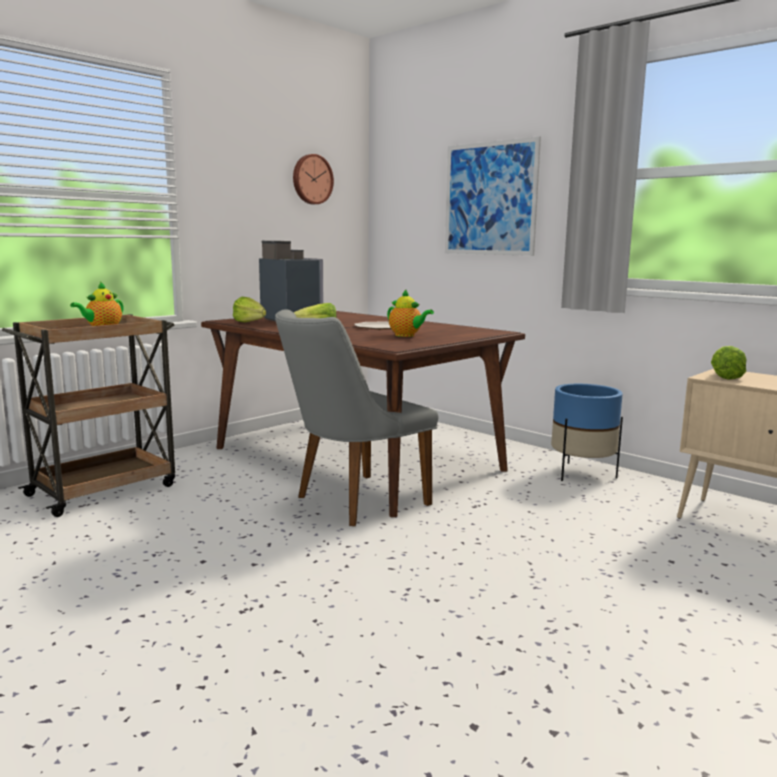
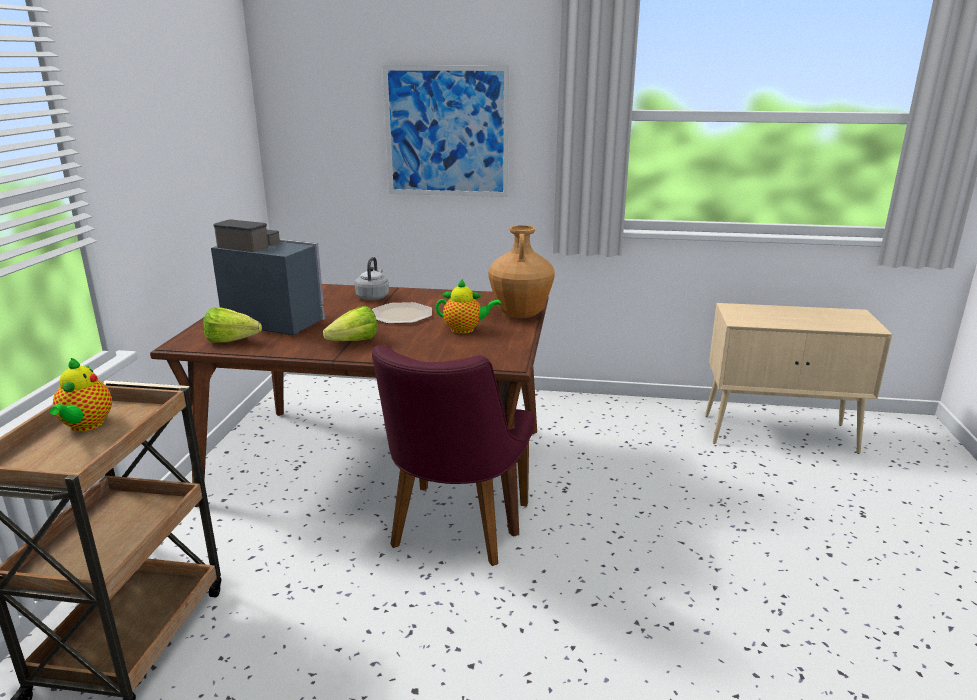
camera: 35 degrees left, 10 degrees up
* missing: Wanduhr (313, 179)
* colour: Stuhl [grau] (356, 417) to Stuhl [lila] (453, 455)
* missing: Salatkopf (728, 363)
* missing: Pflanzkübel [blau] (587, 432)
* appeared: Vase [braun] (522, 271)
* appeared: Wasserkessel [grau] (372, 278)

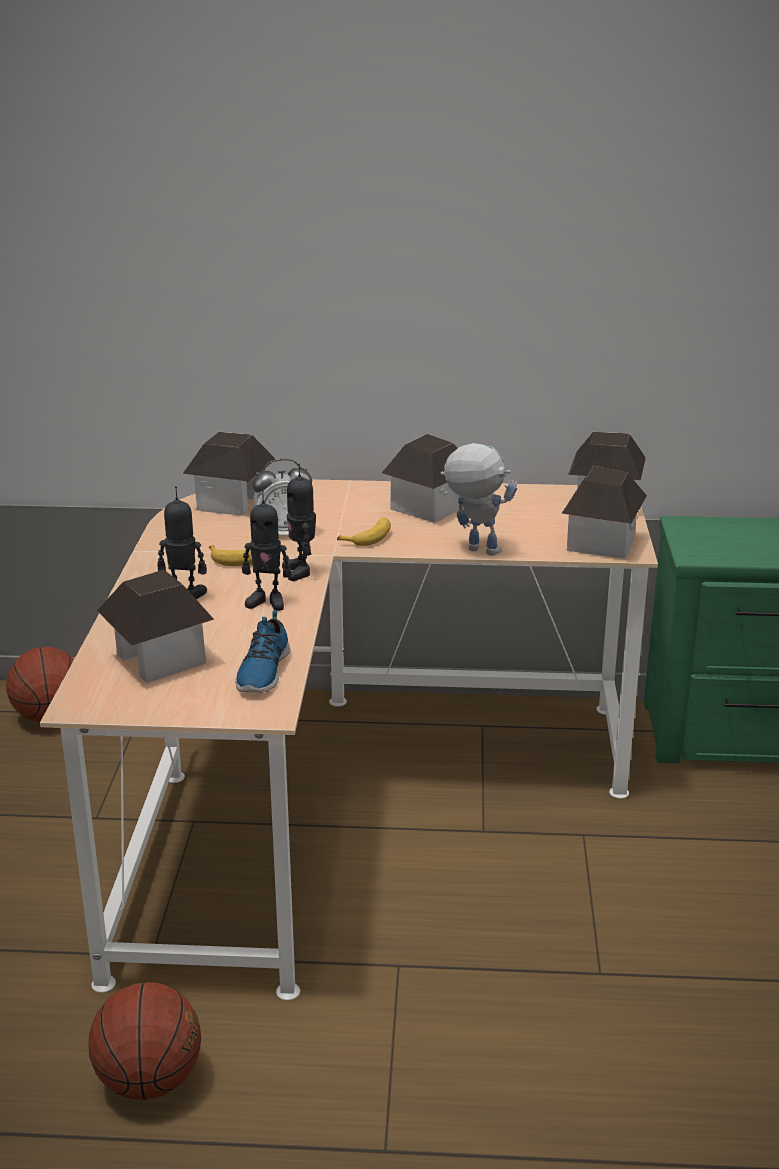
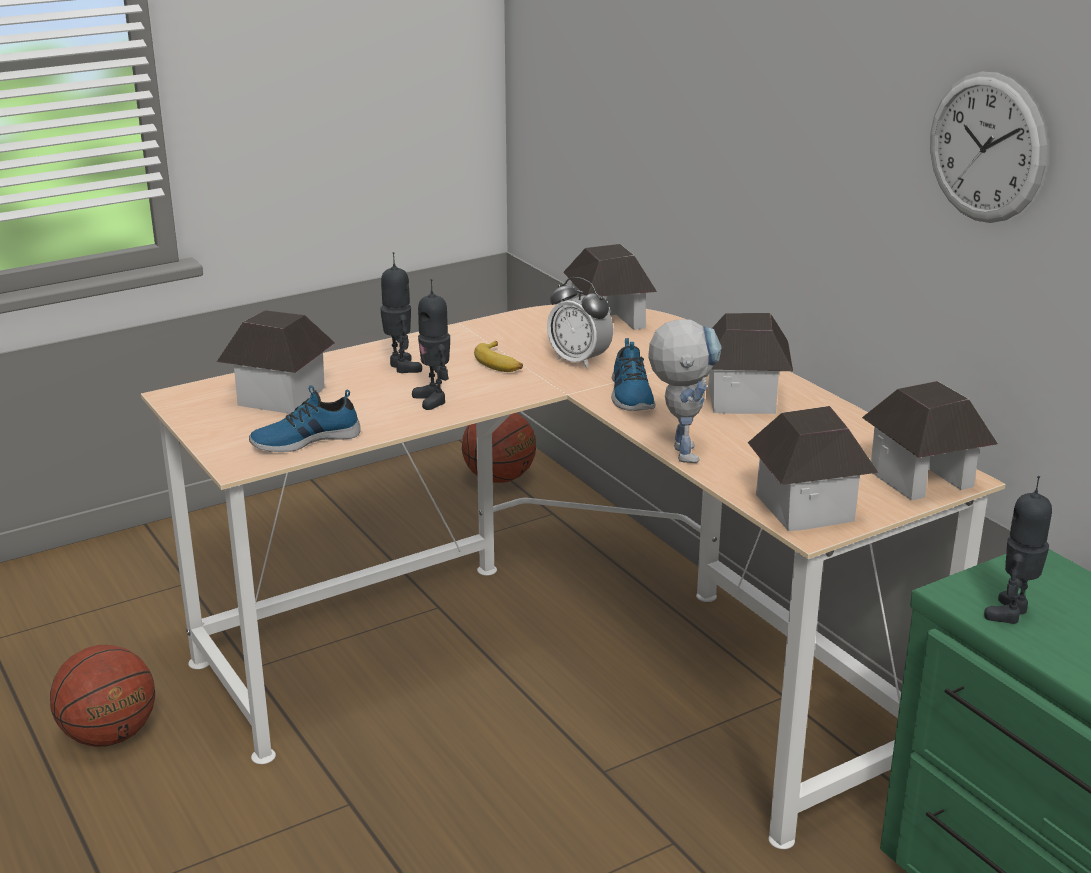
camera: 55 degrees right, 0 degrees up
* relocated: Spielzeugroboter (299, 522) to (1018, 550)
* exchanged: Banane (364, 531) to Schuh (633, 374)
* appeared: Wanduhr (988, 147)

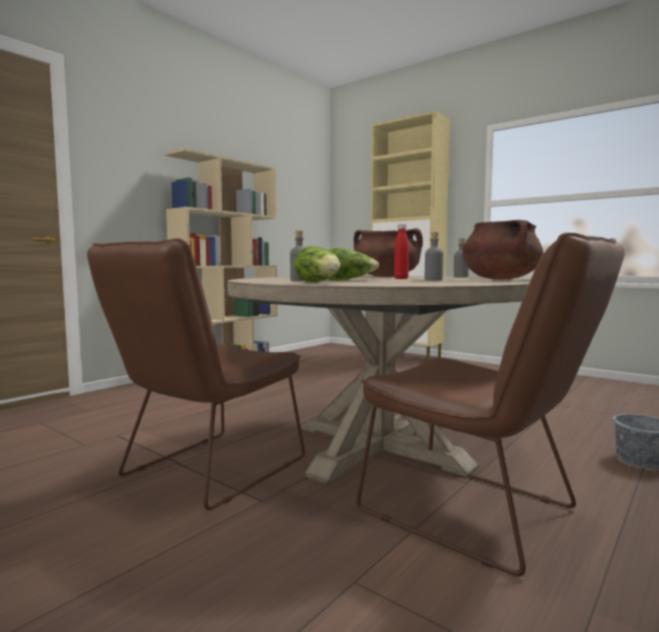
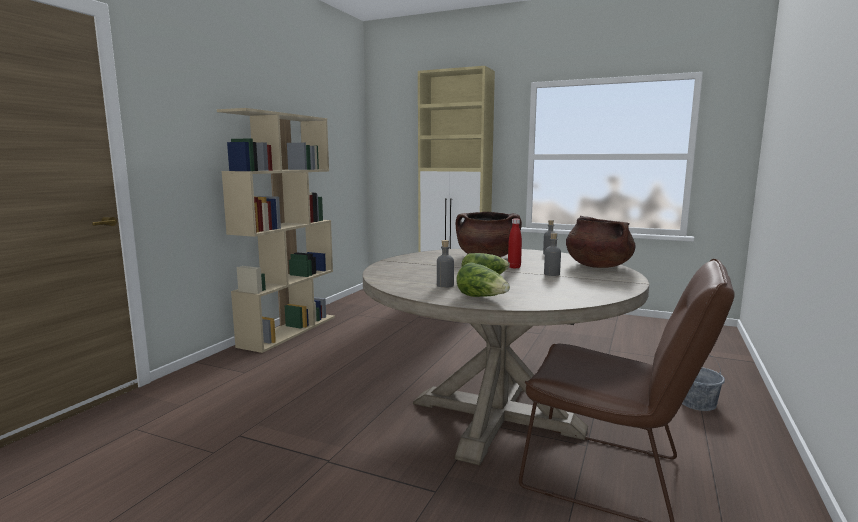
camera: 15 degrees left, 5 degrees up
* missing: Stuhl [braun] (196, 374)

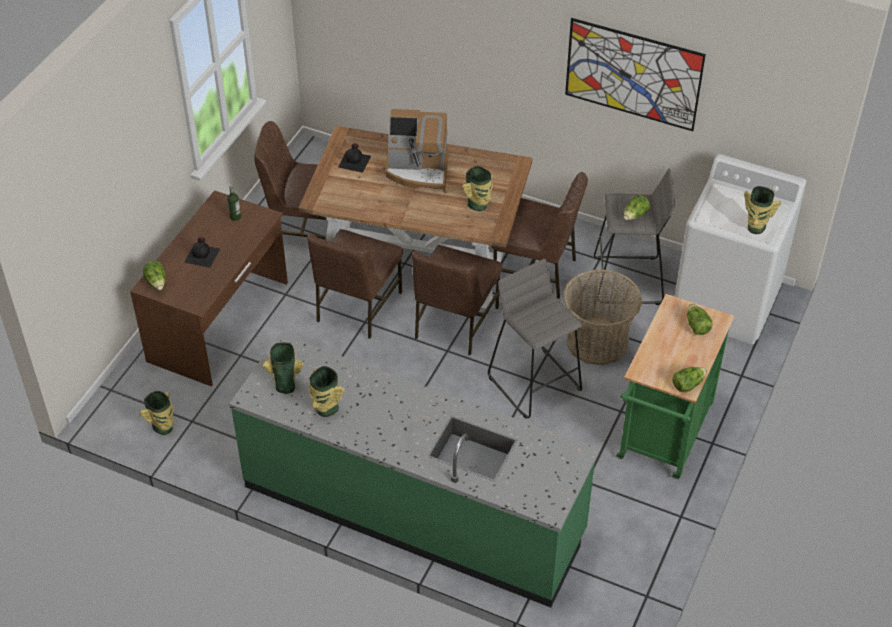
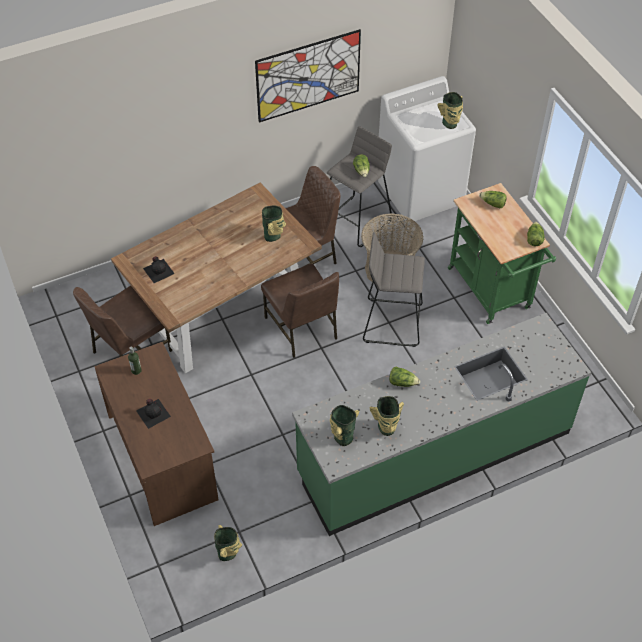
camera: 50 degrees left, 5 degrees up
* missing: Kaffeemaschine (417, 150)
* missing: Stuhl [braun] (355, 284)
* relocated: Salatkopf (154, 275) to (404, 377)

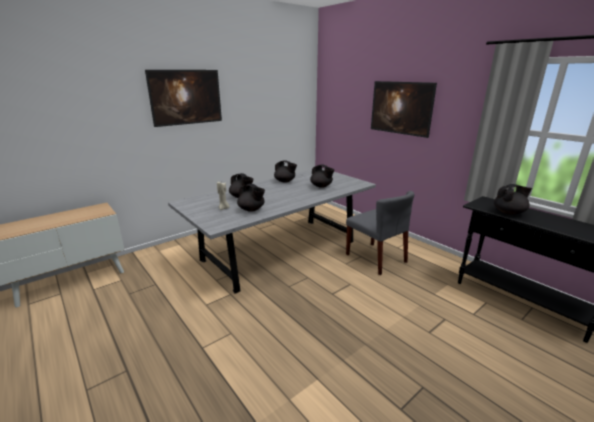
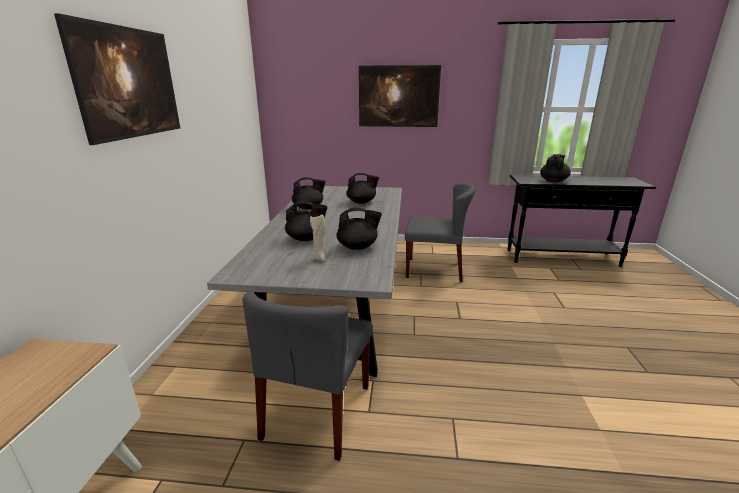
camera: 45 degrees left, 0 degrees up
* appeared: Stuhl [grau] (308, 376)

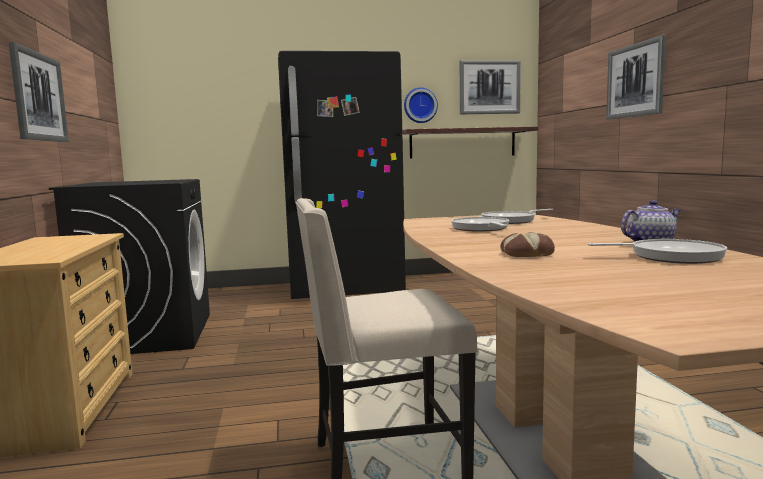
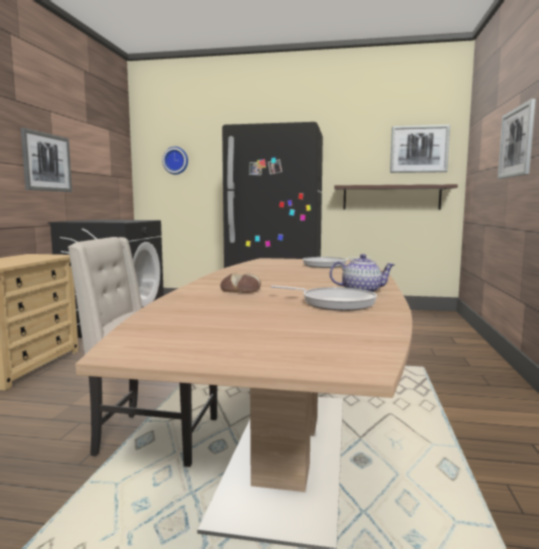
camera: 20 degrees right, 0 degrees up
* relocated: Wanduhr (421, 105) to (175, 161)
* missing: Pfanne (480, 224)

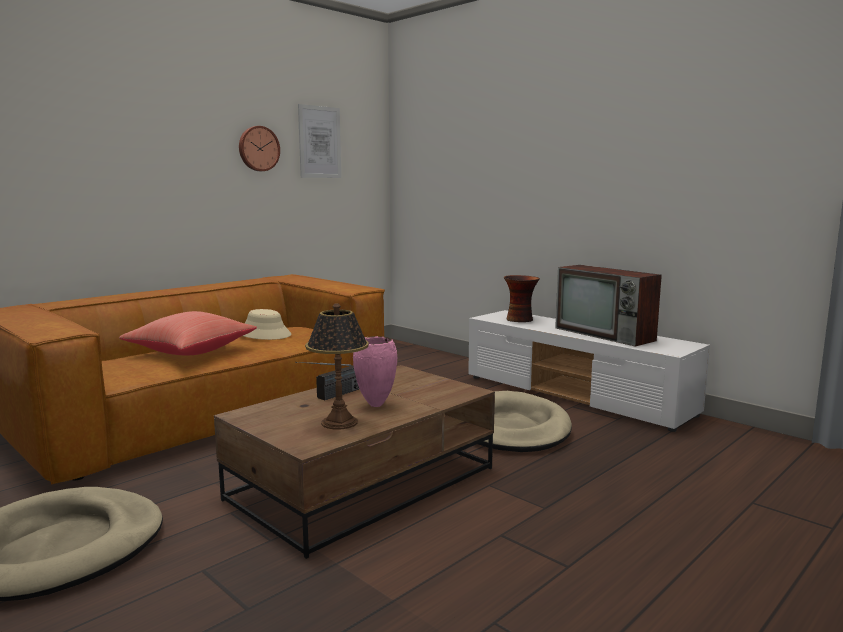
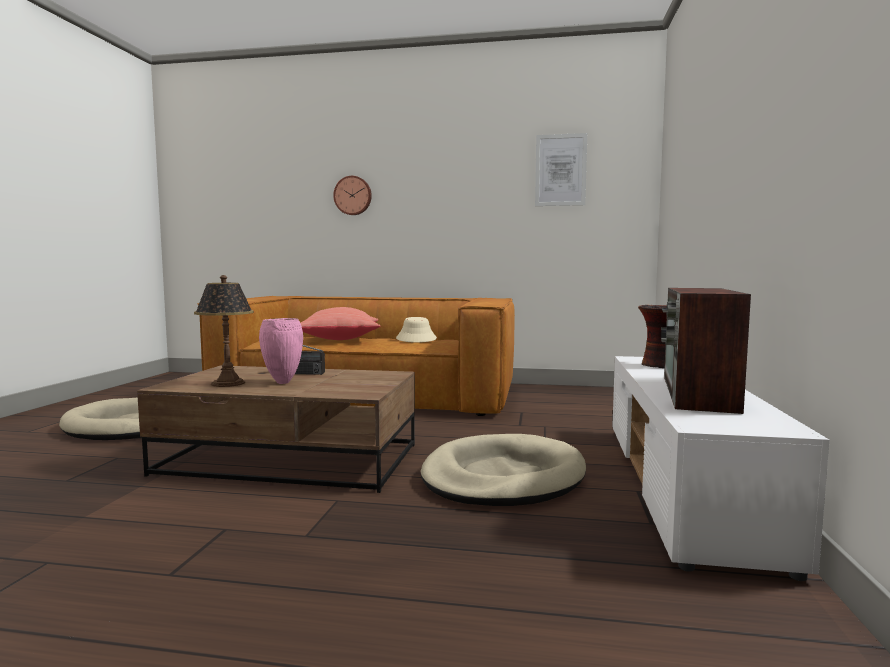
camera: 55 degrees right, 5 degrees down
* relocated: Wanduhr (259, 148) to (352, 195)

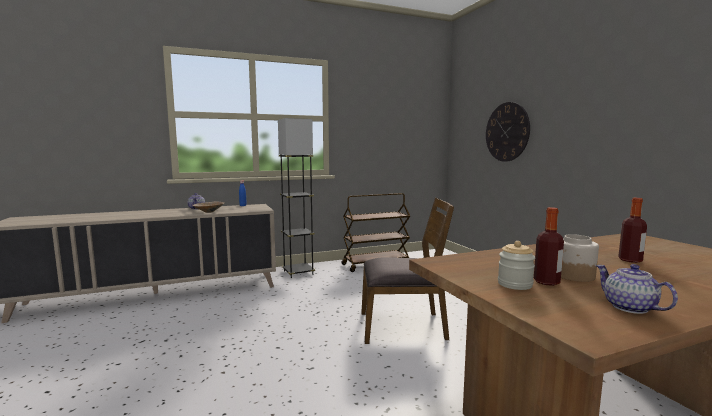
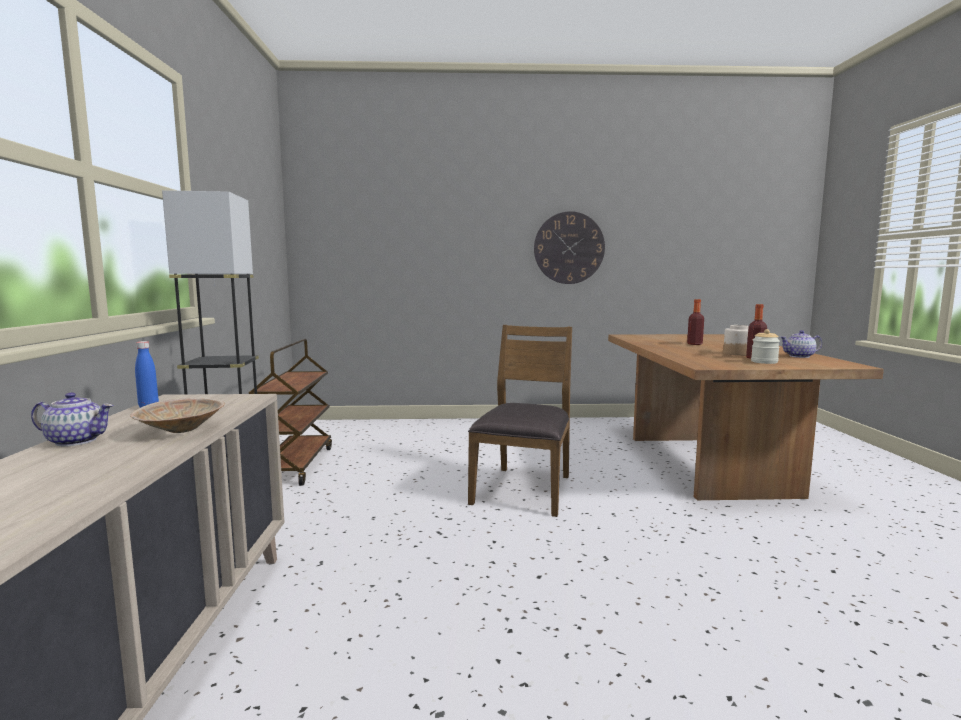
camera: 70 degrees left, 0 degrees up
* relocated: Wanduhr (508, 132) to (569, 247)

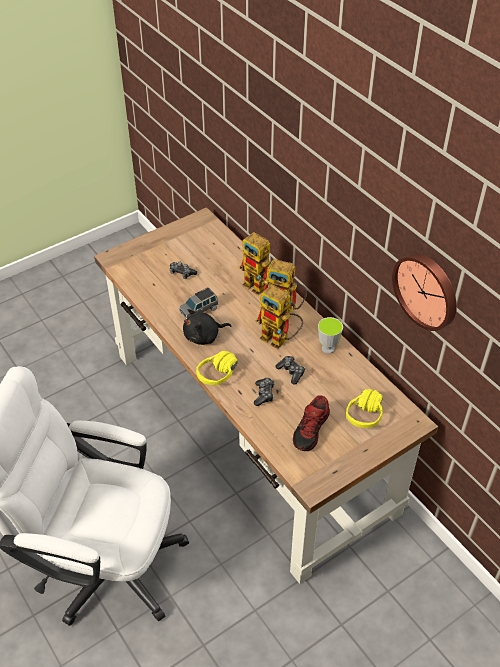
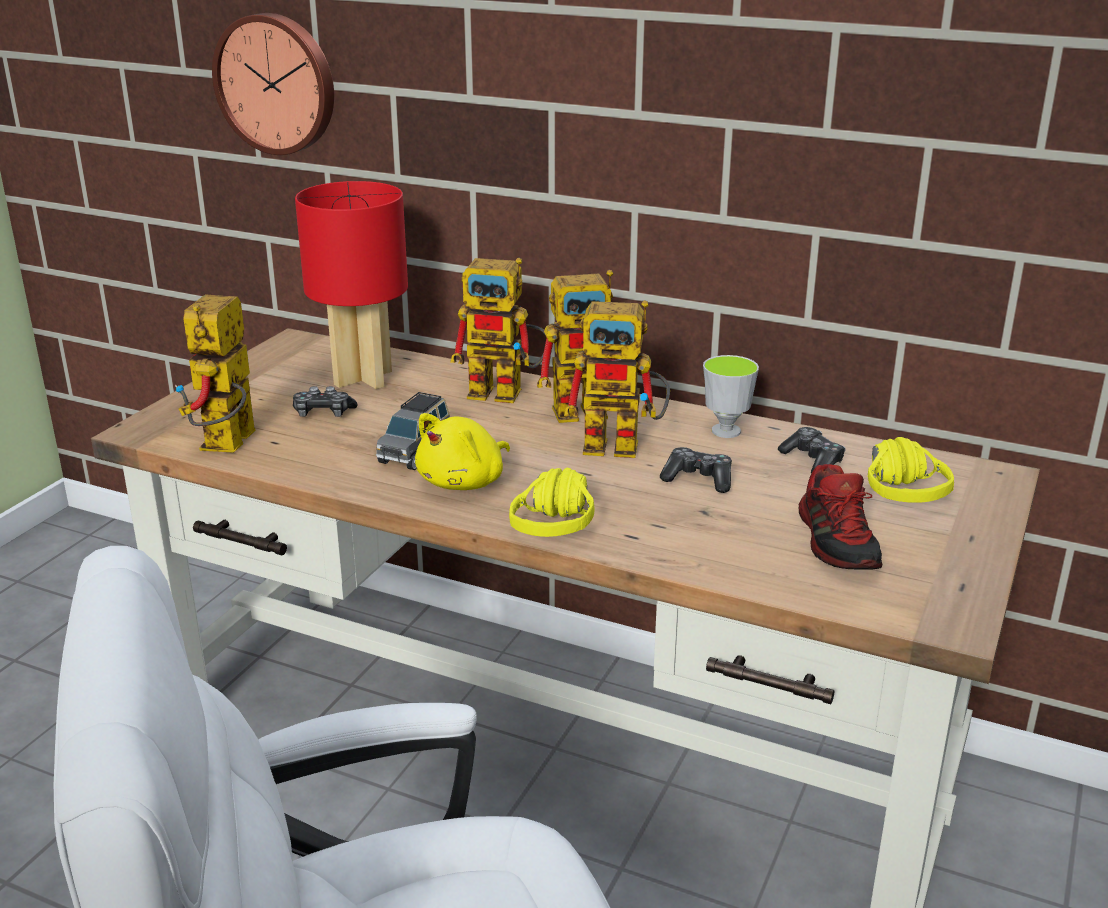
camera: 30 degrees left, 20 degrees down
* relocated: Wanduhr (424, 292) to (273, 84)
* colour: Plüschtier [schwarz] (207, 327) to Plüschtier [gelb] (462, 451)
* relocated: Gamepad (264, 392) to (812, 450)
* appeared: Tischlampe [rot] (351, 285)
* appeared: Spielzeugroboter (215, 373)

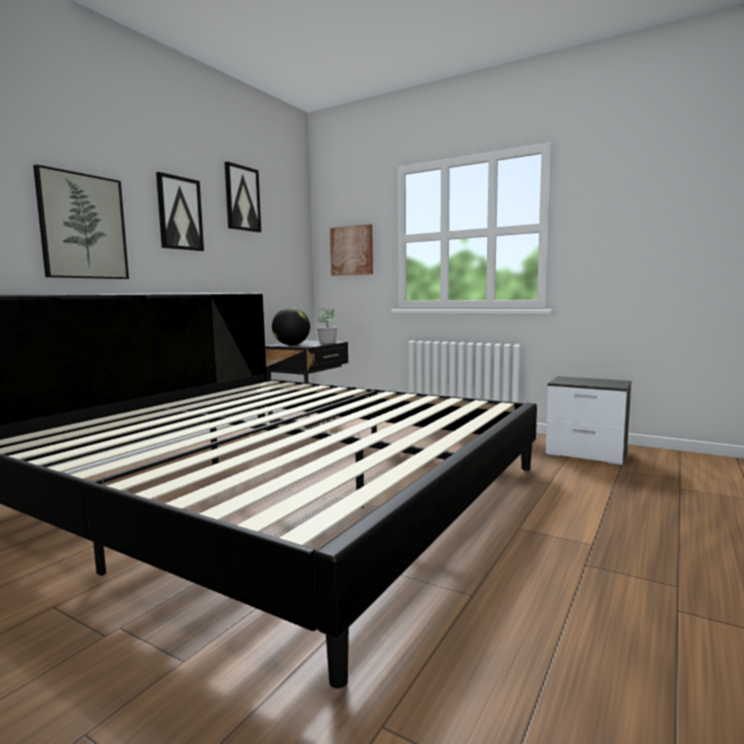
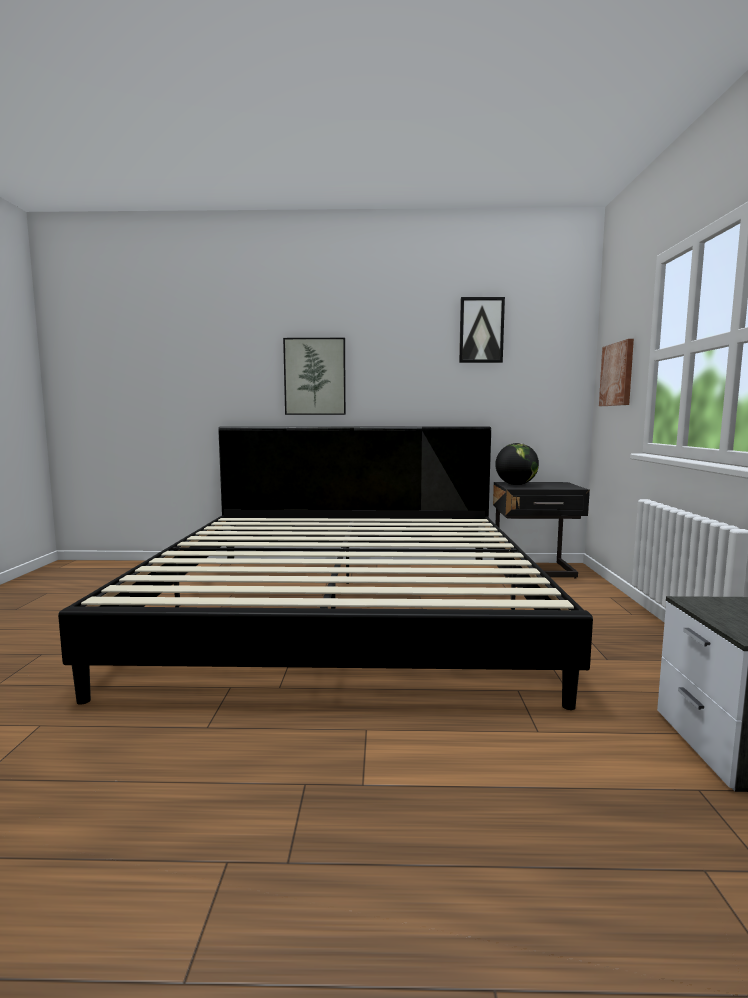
camera: 60 degrees right, 0 degrees up
* missing: Bild (180, 211)
* missing: Topfpflanze (327, 325)

